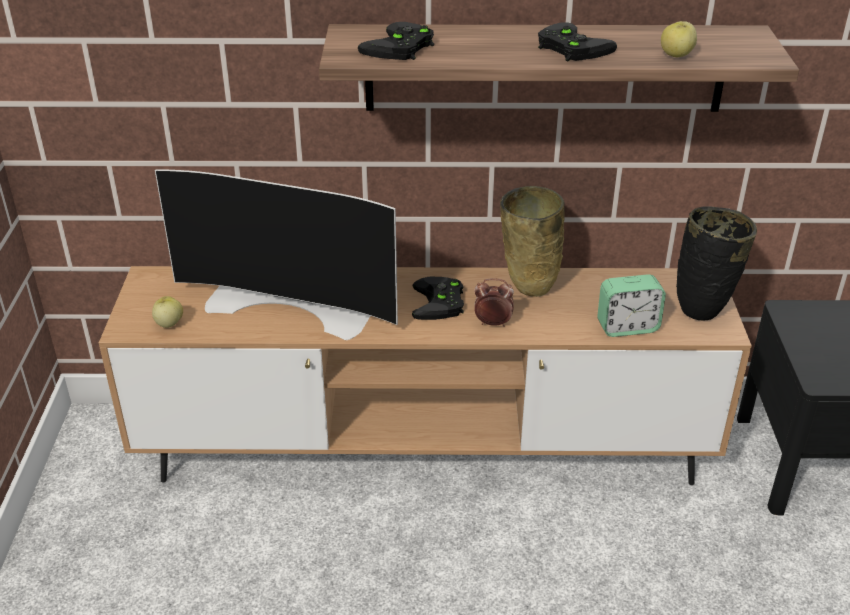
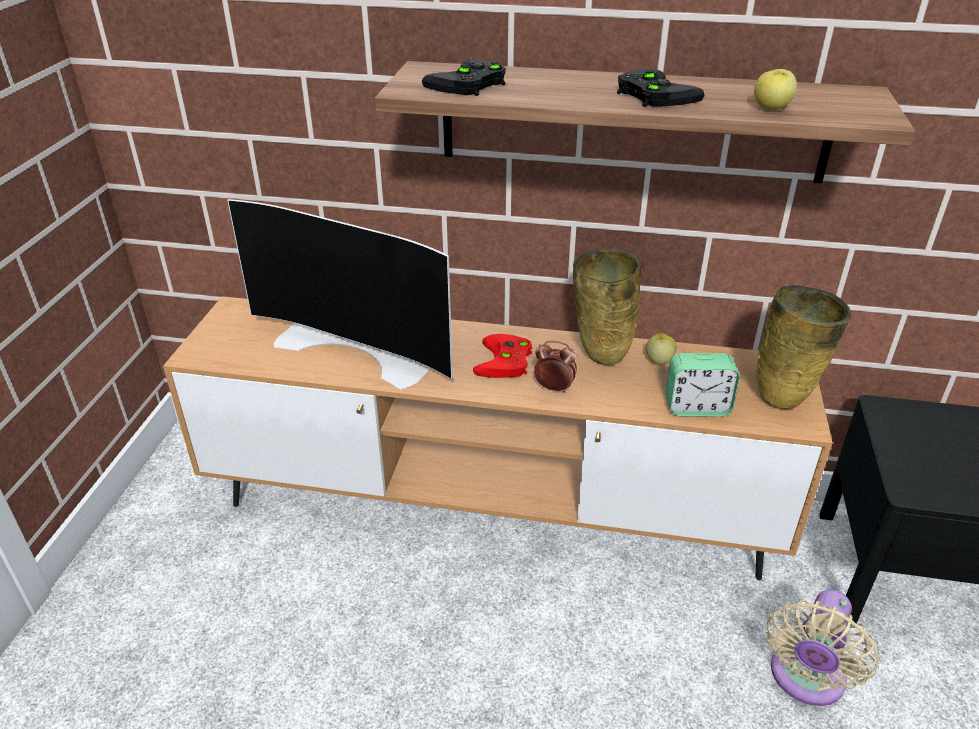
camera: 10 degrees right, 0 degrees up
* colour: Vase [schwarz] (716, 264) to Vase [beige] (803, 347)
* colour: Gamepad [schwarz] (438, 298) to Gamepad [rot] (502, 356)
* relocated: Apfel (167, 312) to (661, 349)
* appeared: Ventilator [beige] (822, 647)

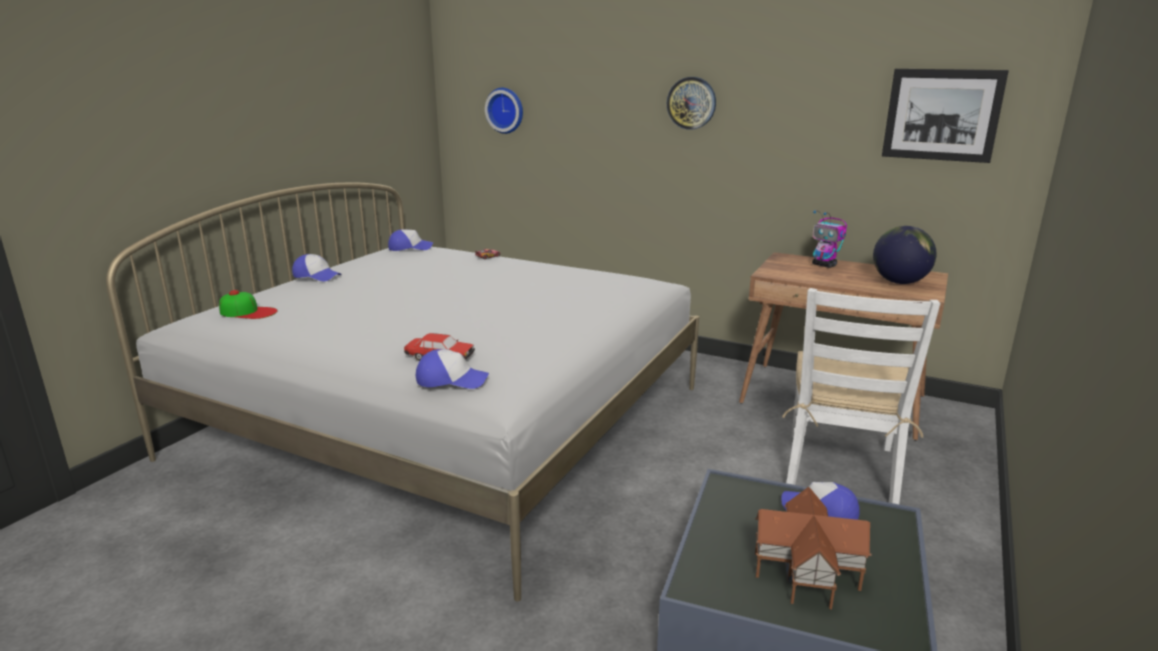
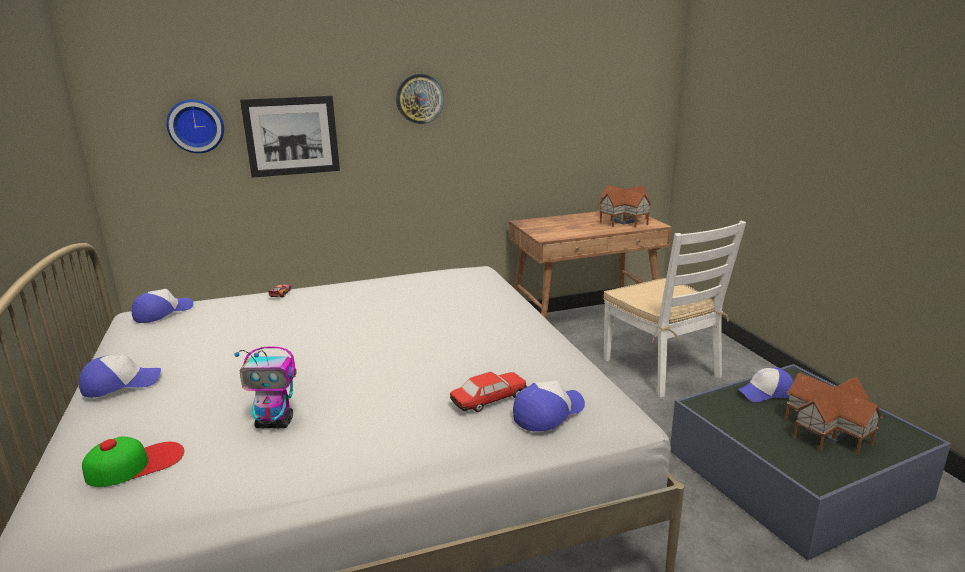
camera: 45 degrees left, 0 degrees up
* relocated: Bild (945, 116) to (290, 136)
* relocated: Spielzeugroboter (829, 239) to (265, 387)
* exchanged: Globus (904, 255) to Spielzeughaus (625, 206)

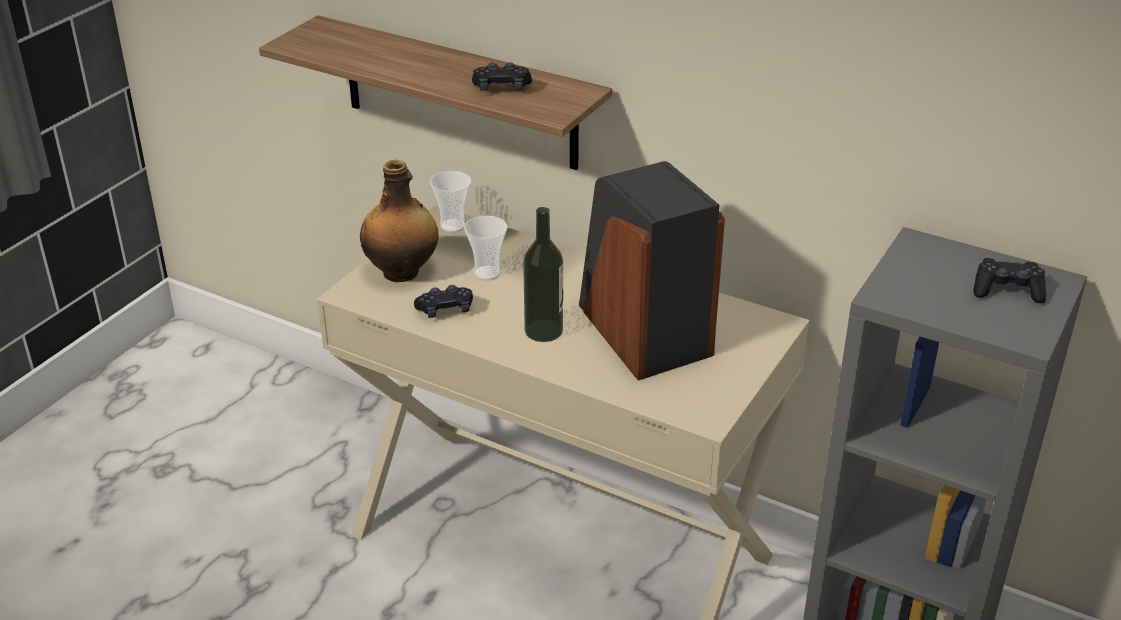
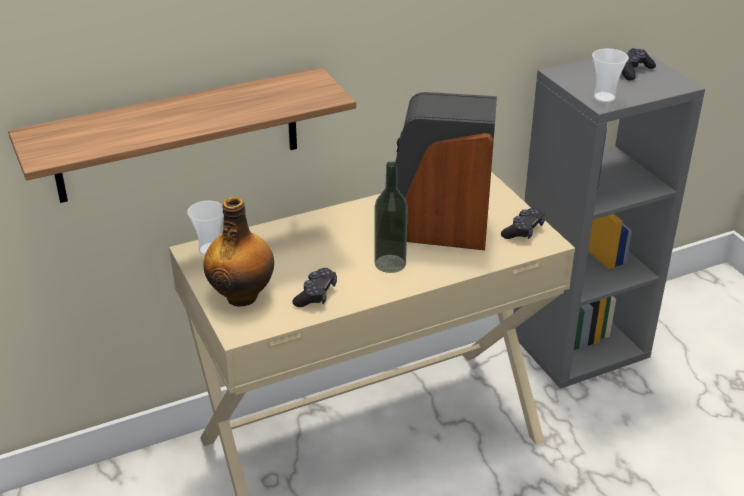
camera: 55 degrees left, 0 degrees up
* relocated: Gamepad [schwarz] (502, 76) to (523, 223)
* relocated: Tasse (486, 248) to (610, 75)

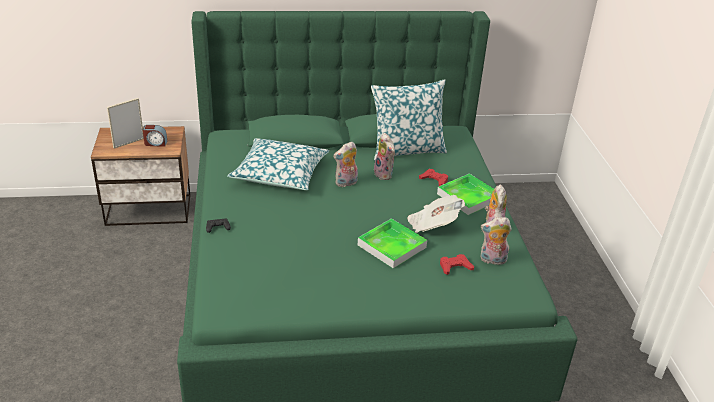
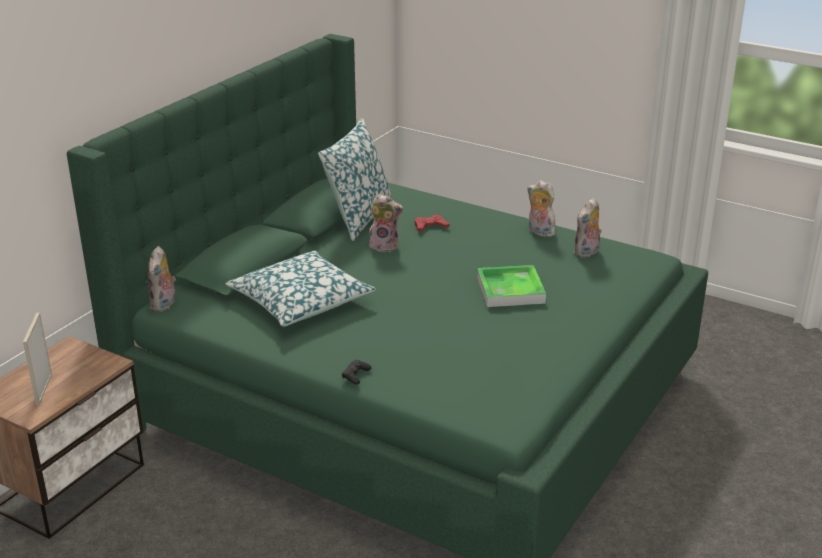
camera: 50 degrees left, 5 degrees down
* missing: Wecker (155, 136)
* relocated: Plüschtier (345, 164) to (162, 279)
* missing: Tablett (465, 194)
* missing: Zeitung (436, 214)
* missing: Gamepad [rot] (457, 264)

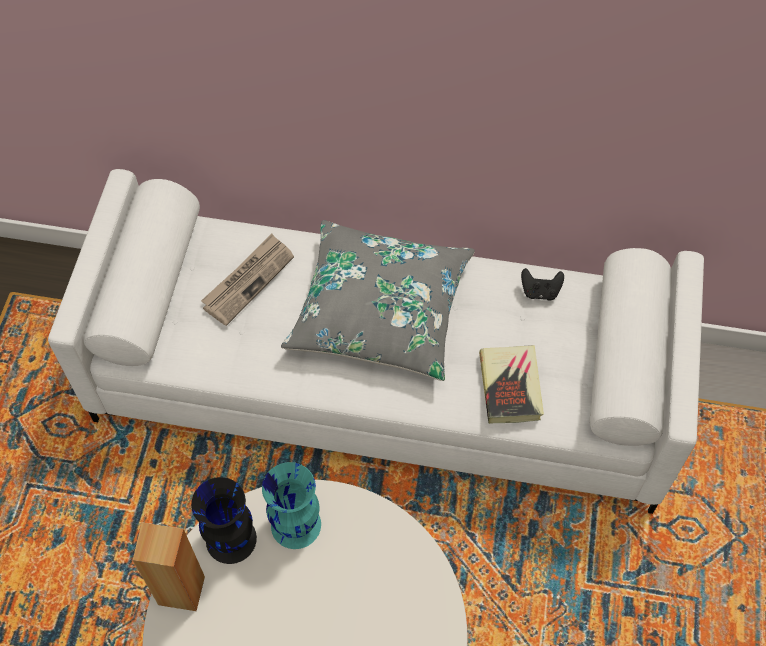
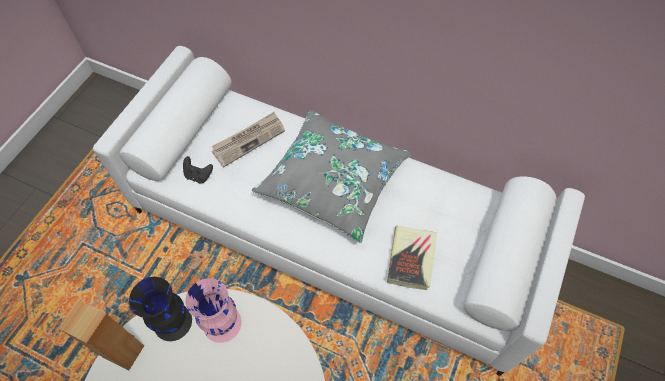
camera: 15 degrees right, 0 degrees up
* relocated: Gamepad [schwarz] (542, 284) to (198, 169)
* colour: Vase [türkis] (291, 505) to Vase [rosa] (213, 310)

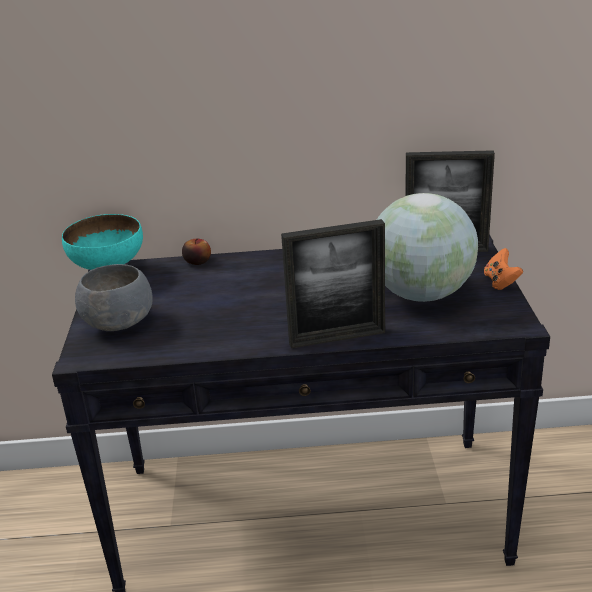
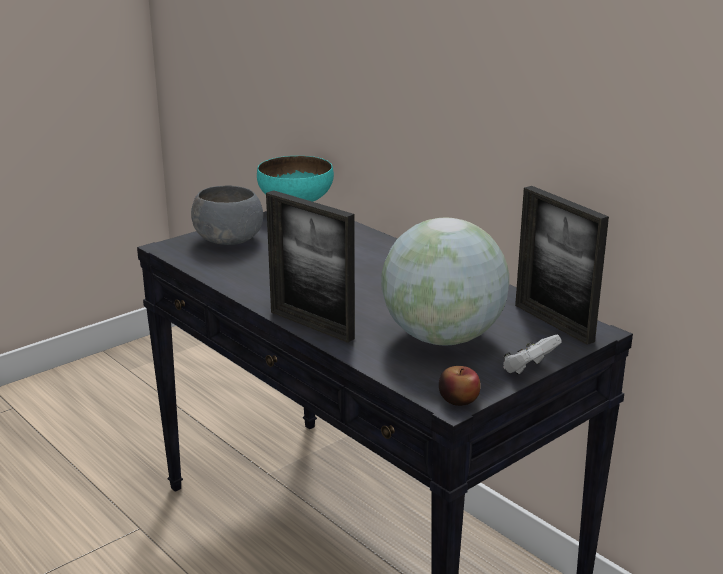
camera: 50 degrees right, 5 degrees down
* relocated: Apfel (196, 252) to (460, 386)
* colour: Gamepad [orange] (503, 269) to Gamepad [weiß] (532, 354)

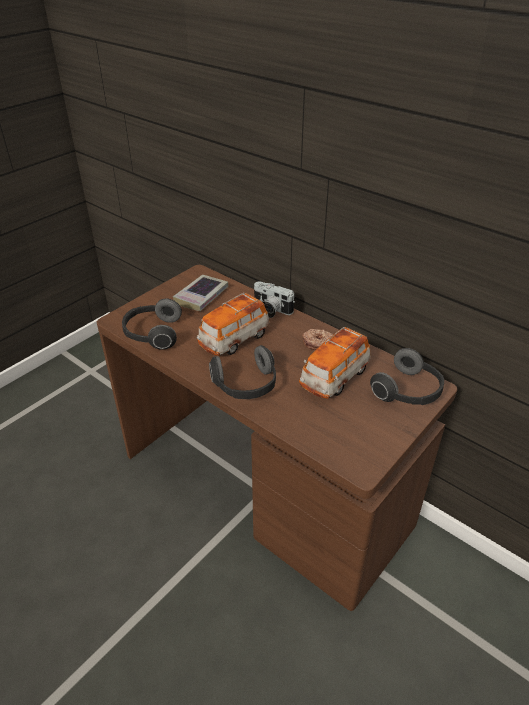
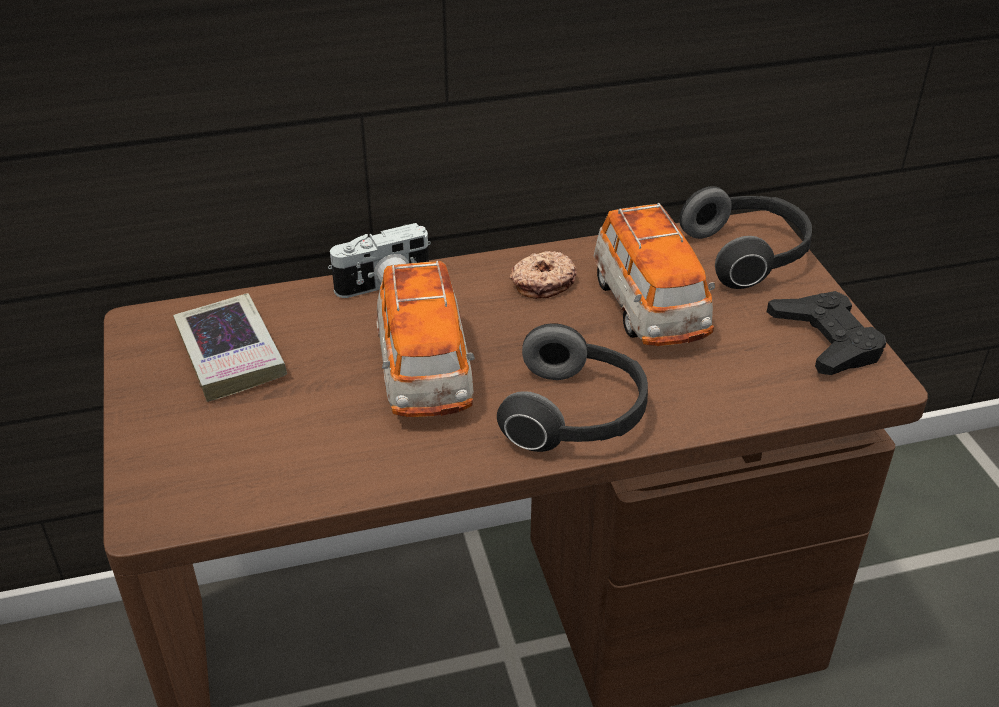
camera: 55 degrees left, 0 degrees up
* missing: Kopfhörer (152, 324)
* appeared: Gamepad [schwarz] (826, 333)

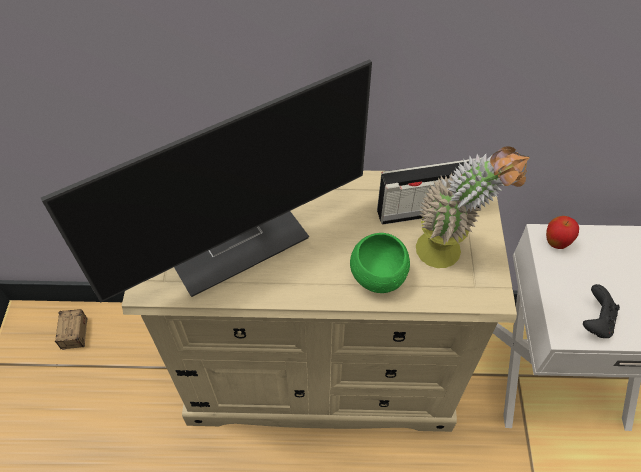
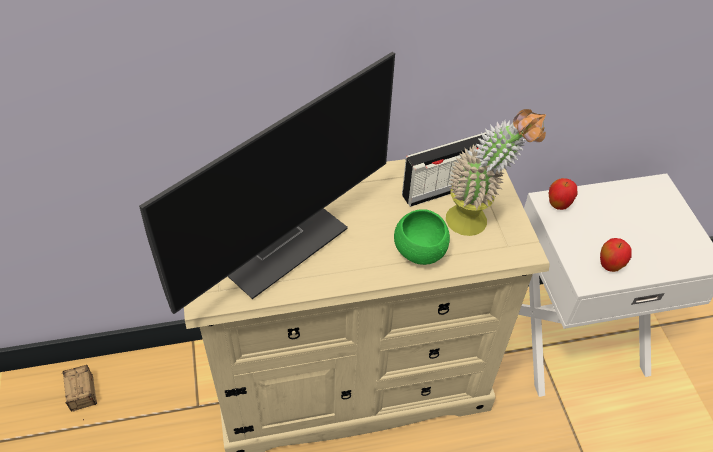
camera: 15 degrees left, 5 degrees down
* exchanged: Gamepad [schwarz] (601, 311) to Apfel (616, 255)

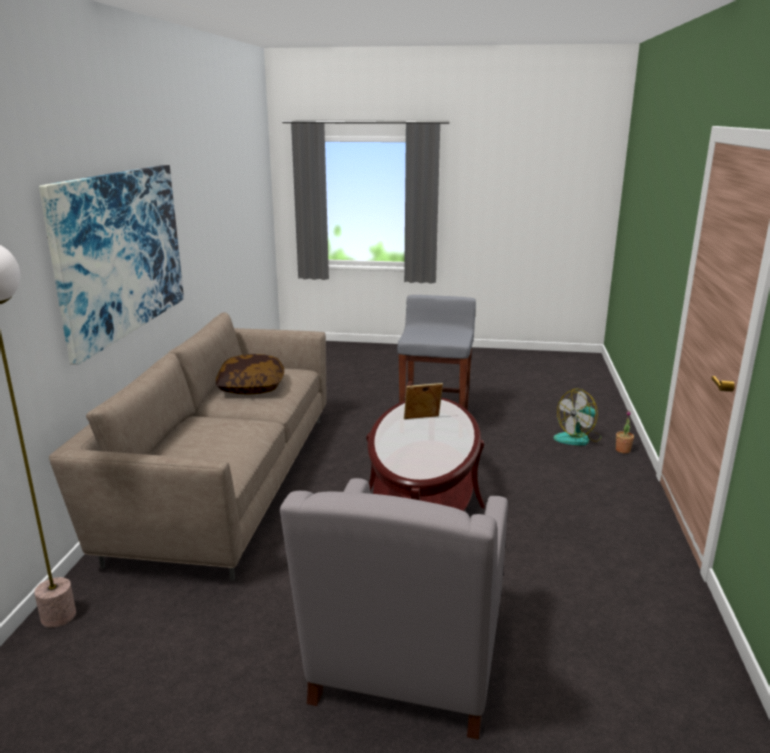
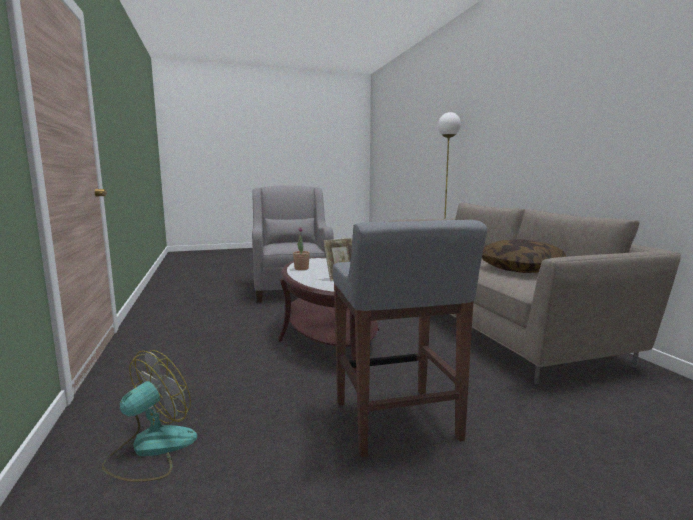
camera: 155 degrees right, 10 degrees down
* missing: Bild (111, 265)
* relocated: Topfpflanze (625, 432) to (301, 248)

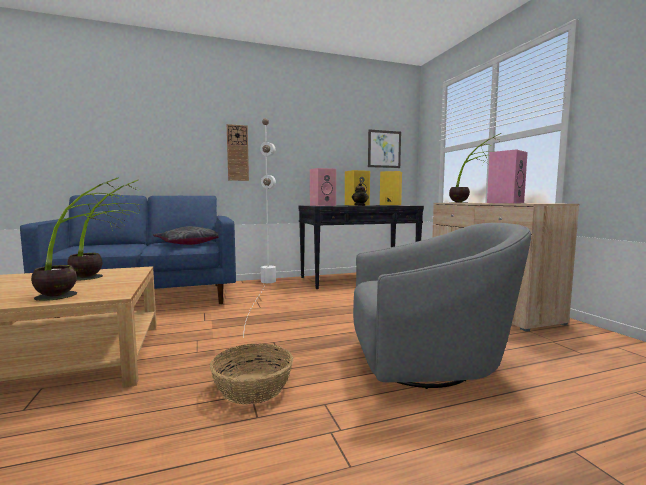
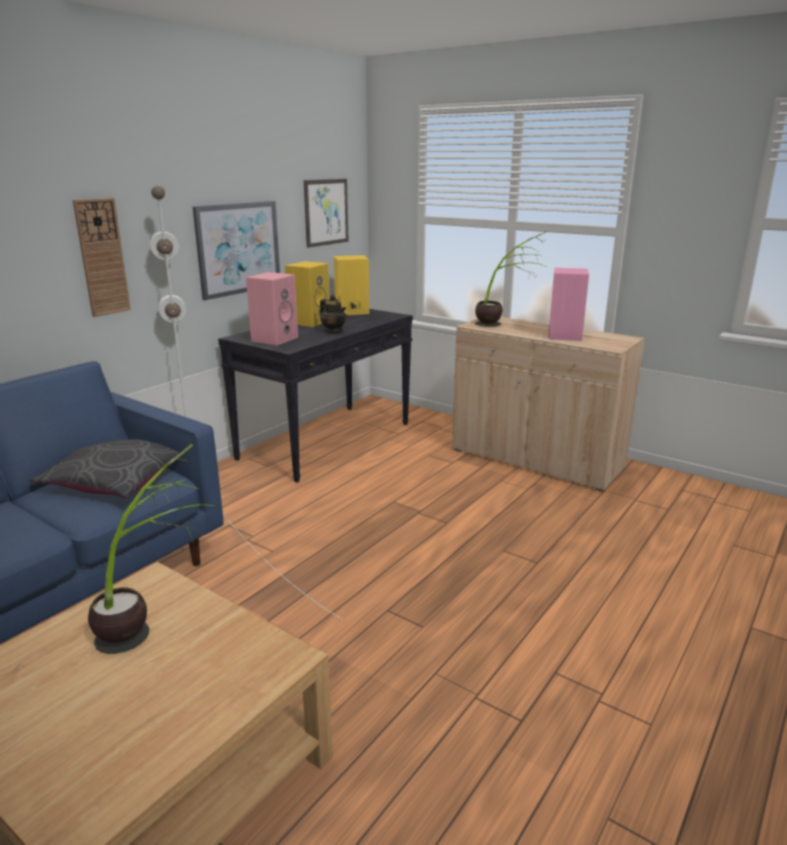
camera: 35 degrees left, 15 degrees up
* missing: Topfpflanze (80, 239)
* missing: Sessel [grau] (442, 306)
* missing: Korb (251, 374)
* appeared: Bild (236, 250)

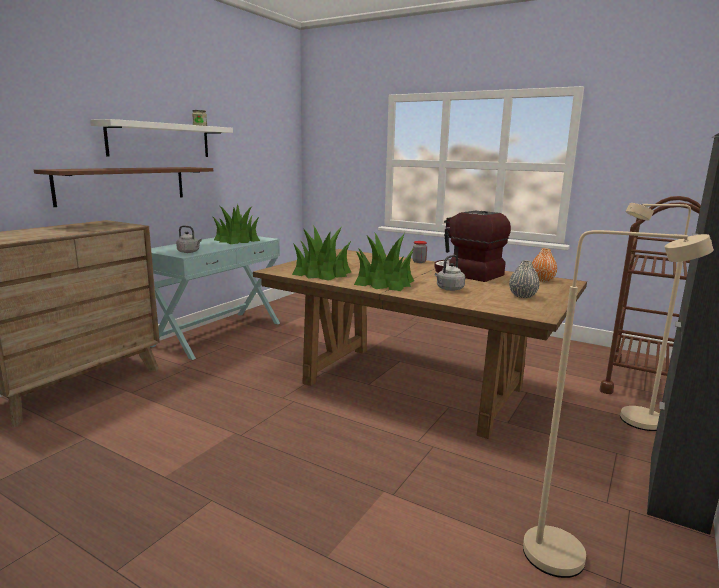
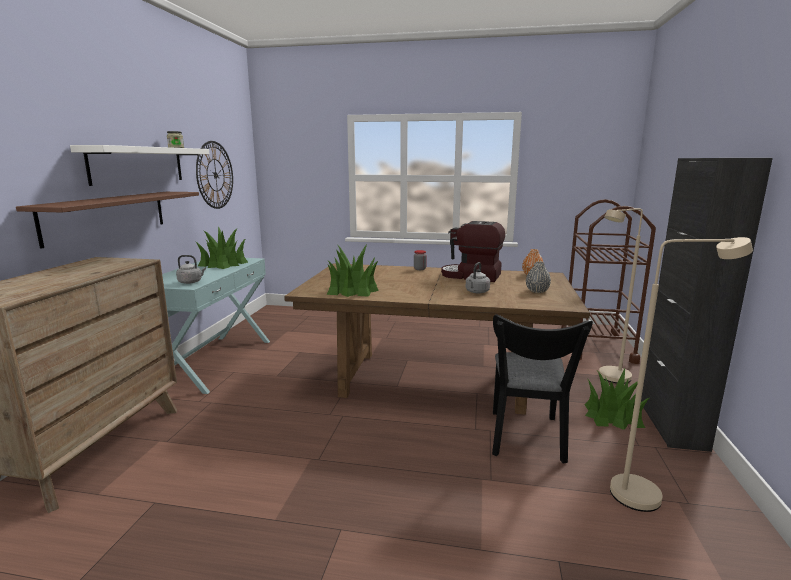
camera: 20 degrees left, 0 degrees up
* relocated: Topfpflanze (384, 261) to (617, 399)
* appeared: Wanduhr (214, 175)
* appeared: Stuhl [schwarz] (542, 389)

